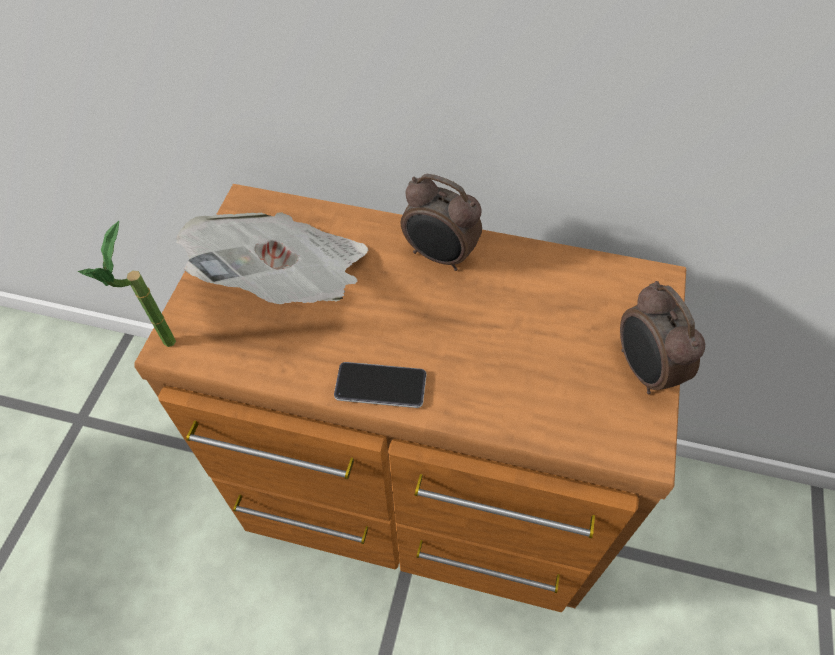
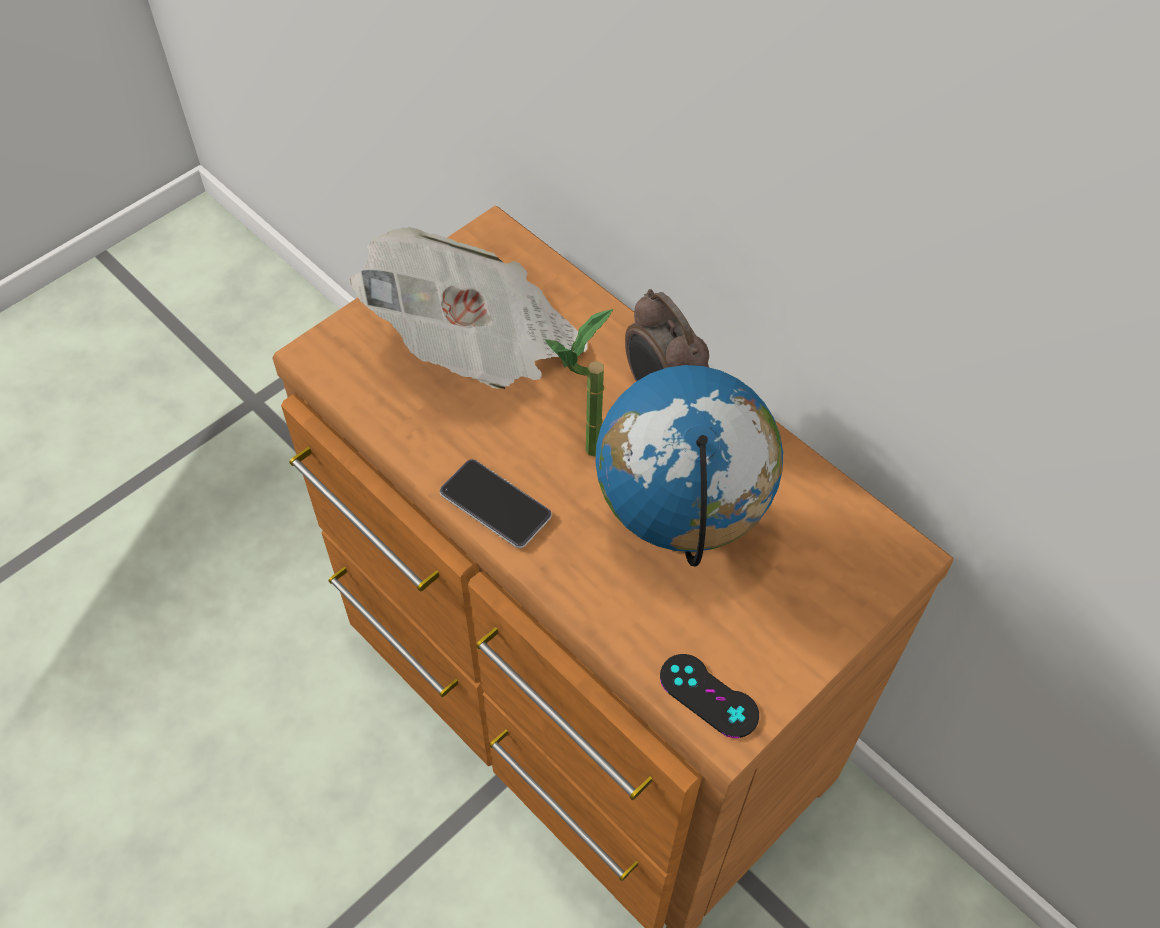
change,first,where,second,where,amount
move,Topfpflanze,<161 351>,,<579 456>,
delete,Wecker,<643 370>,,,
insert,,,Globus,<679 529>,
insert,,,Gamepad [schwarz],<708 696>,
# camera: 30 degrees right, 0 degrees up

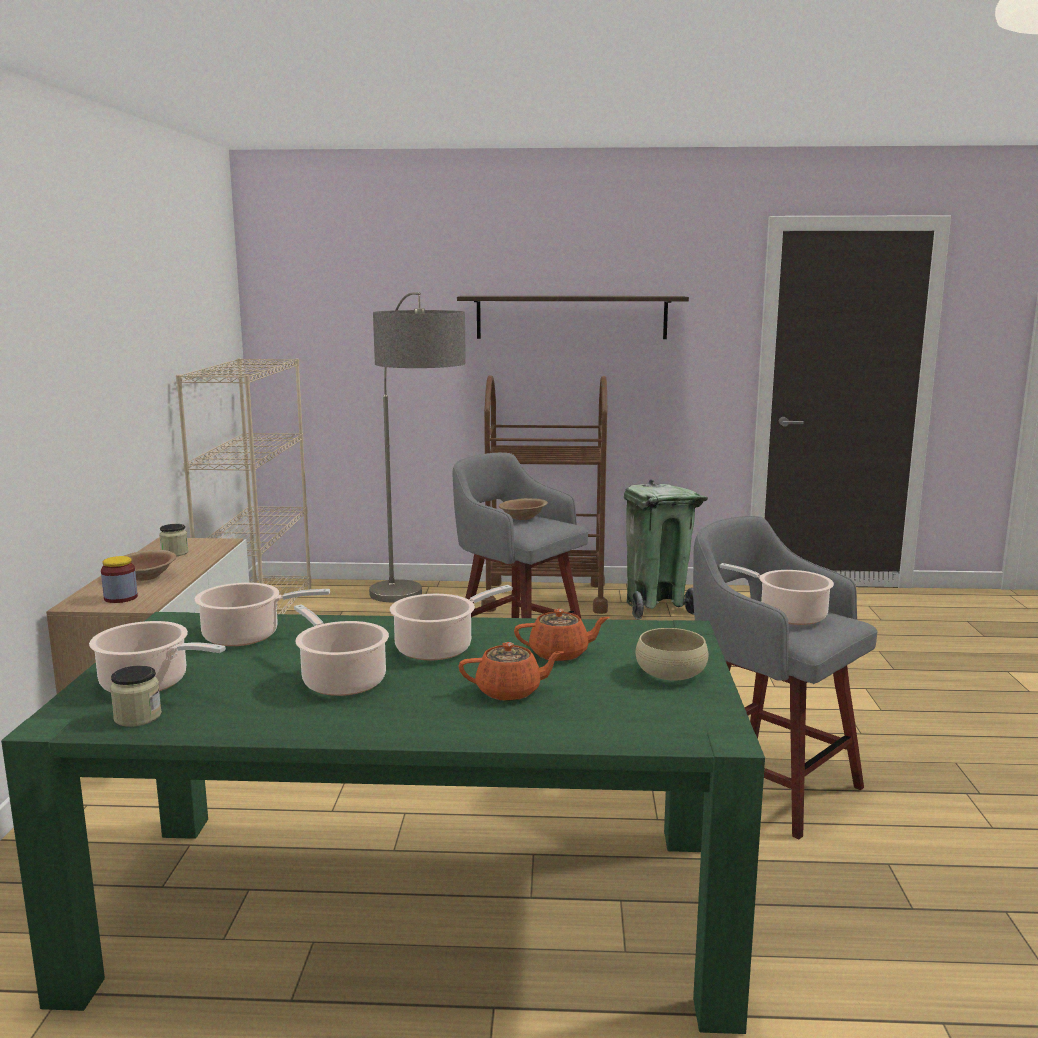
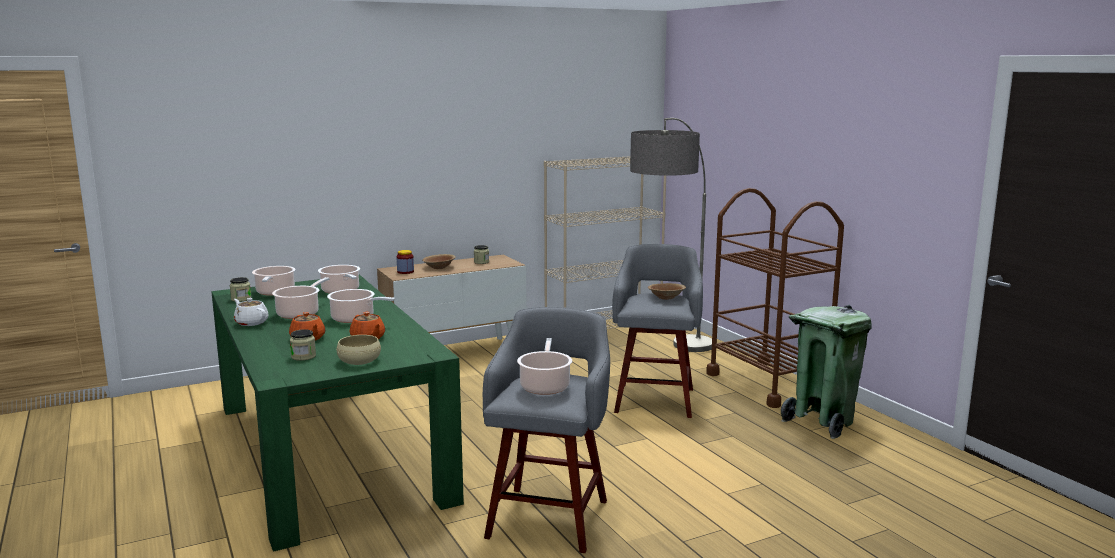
change,first,where,second,where,amount
delete,Wandregal,<571 317>,,,
insert,,,Teekanne [weiß],<251 323>,
insert,,,Vorratsglas,<303 356>,
# camera: 60 degrees right, 0 degrees up

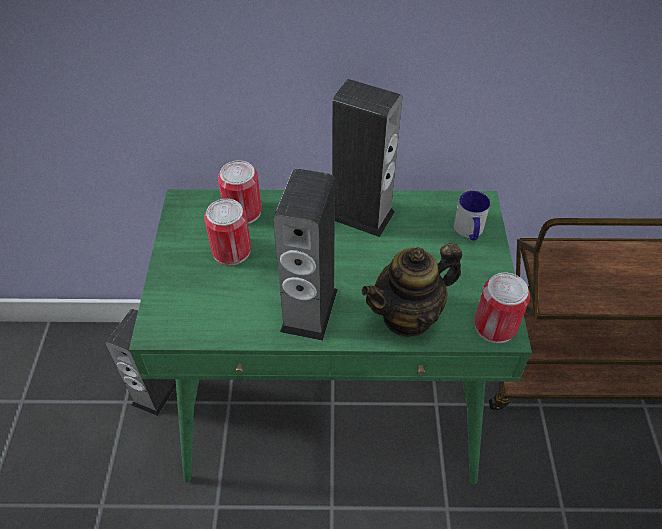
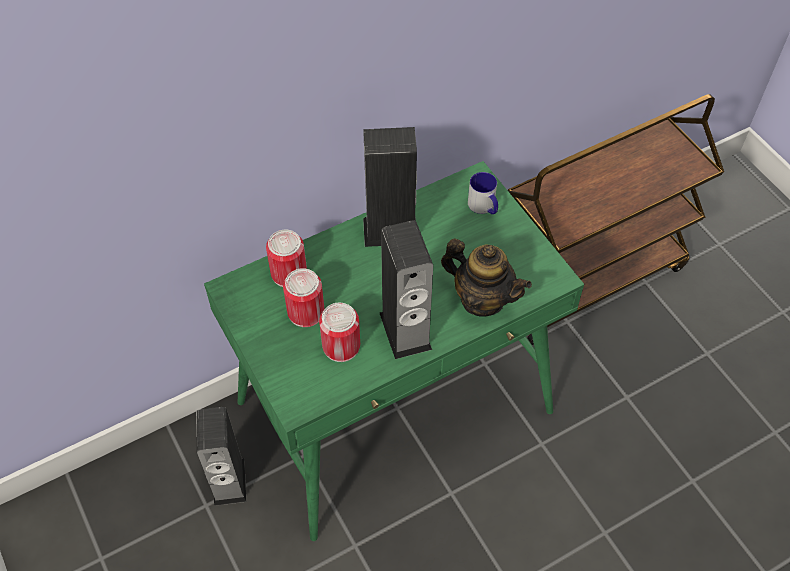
change,first,where,second,where,amount
rotate,Teekanne,<408 316>,,<482 299>,90 degrees counterclockwise
move,Dose,<495 325>,,<341 346>,
# camera: 30 degrees left, 5 degrees up

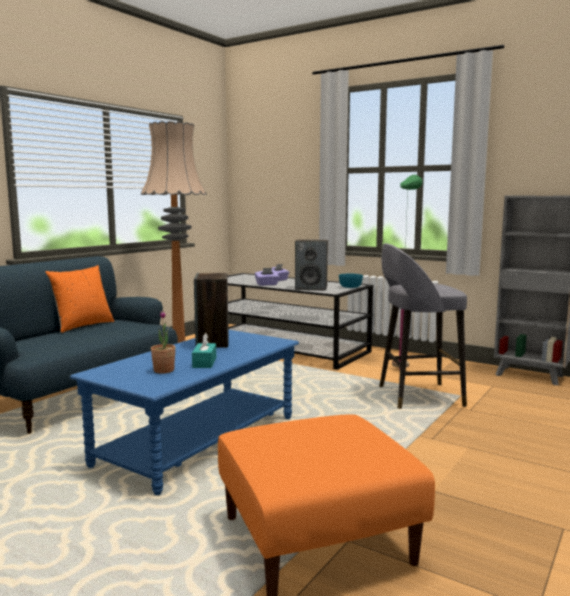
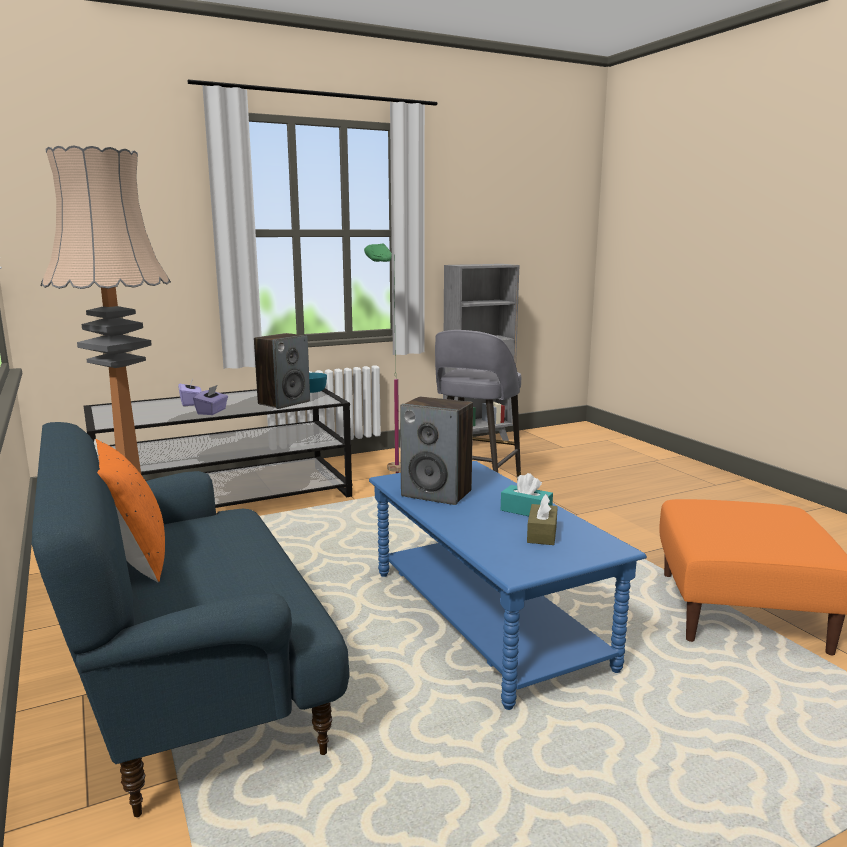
change,first,where,second,where,amount
replace,Topfpflanze,<164 370>,Taschentuchbox [braun],<542 534>,
# camera: 60 degrees left, 5 degrees up

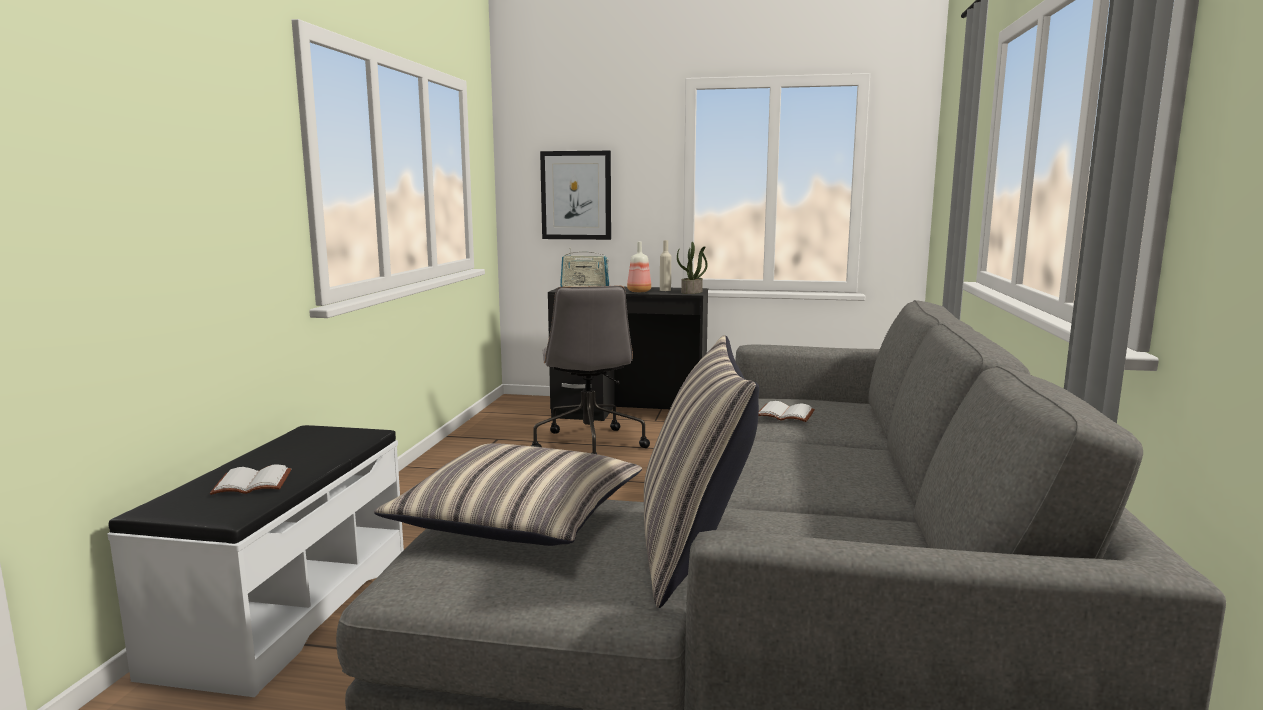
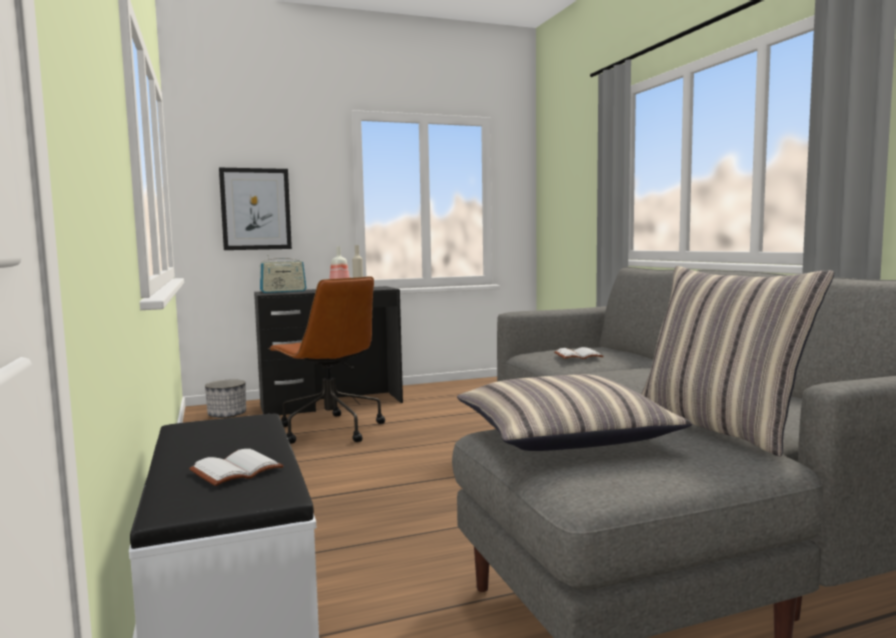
change,first,where,second,where,amount
delete,Topfpflanze,<692 292>,,,
recolor,Bürostuhl [grau],<588 444>,Bürostuhl [braun],<329 429>,
insert,,,Pflanzkübel,<227 415>,
# camera: 30 degrees left, 5 degrees down

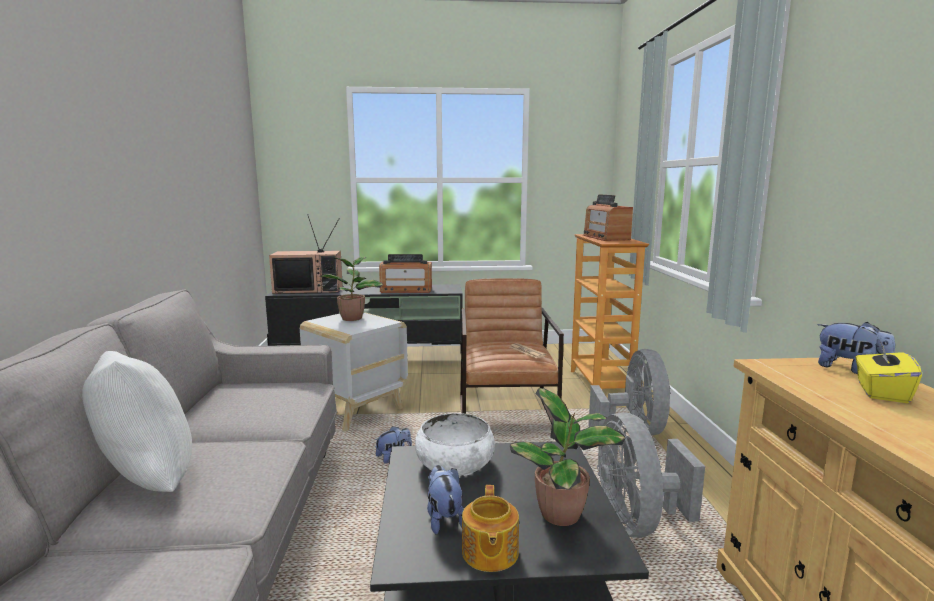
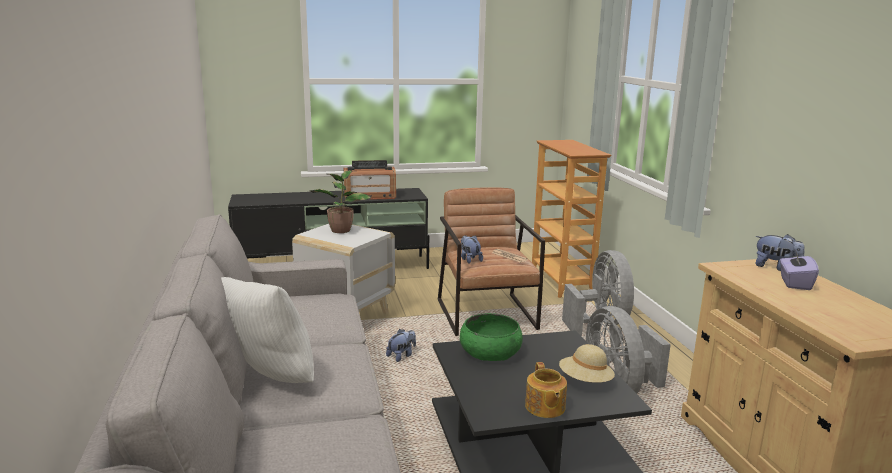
change,first,where,second,where,amount
delete,Radio,<605 237>,,,
delete,Fernseher,<309 290>,,,
recolor,Taschentuchbox [gelb],<881 392>,Taschentuchbox [lila],<794 283>,
replace,Topfpflanze,<563 515>,Hut [beige],<585 381>,
recolor,Schüssel [weiß],<455 462>,Schüssel [grün],<490 352>,
move,Plüschtier,<444 519>,,<469 260>,
# camera: 10 degrees left, 5 degrees up

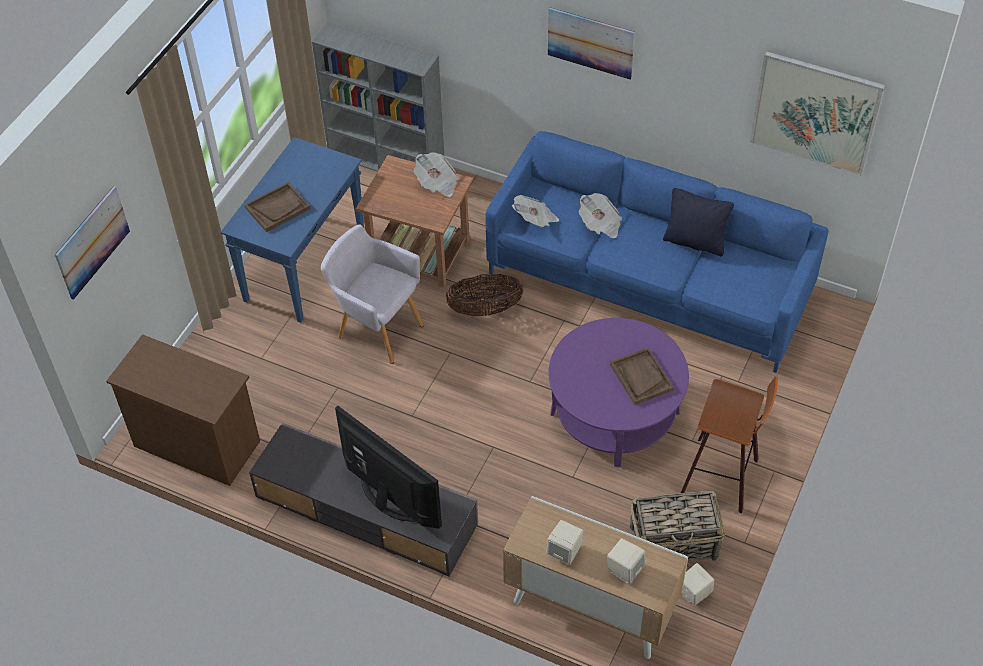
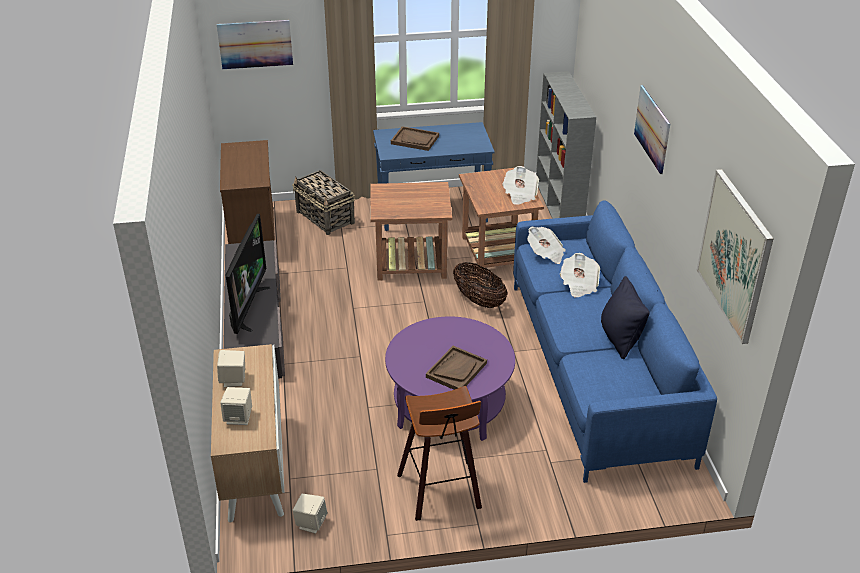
change,first,where,second,where,amount
replace,Sessel [grau],<377 328>,Beistelltisch [braun],<412 262>,
move,Korb,<674 542>,,<325 218>,
# camera: 55 degrees right, 15 degrees down

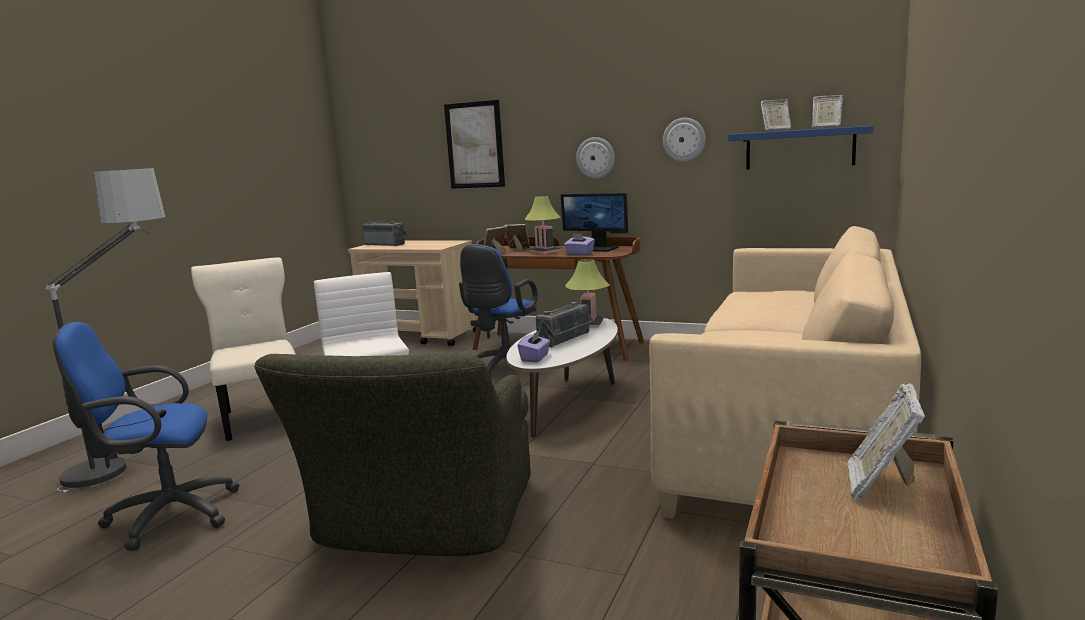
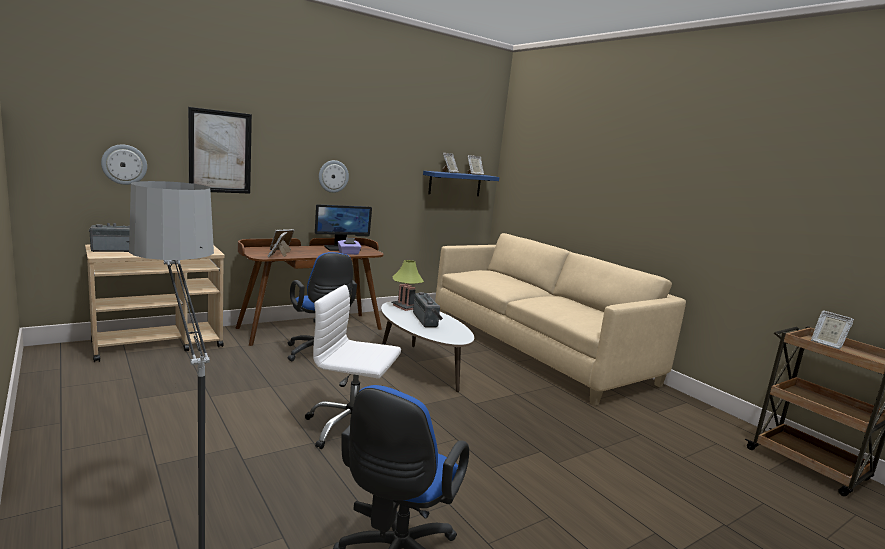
change,first,where,second,where,amount
move,Wanduhr,<684 139>,,<124 164>,
delete,Tischlampe,<544 251>,,,
delete,Stuhl [beige],<263 417>,,,
delete,Taschentuchbox [lila],<535 358>,,,
delete,Sessel [grün],<420 523>,,,
# camera: 60 degrees left, 0 degrees up

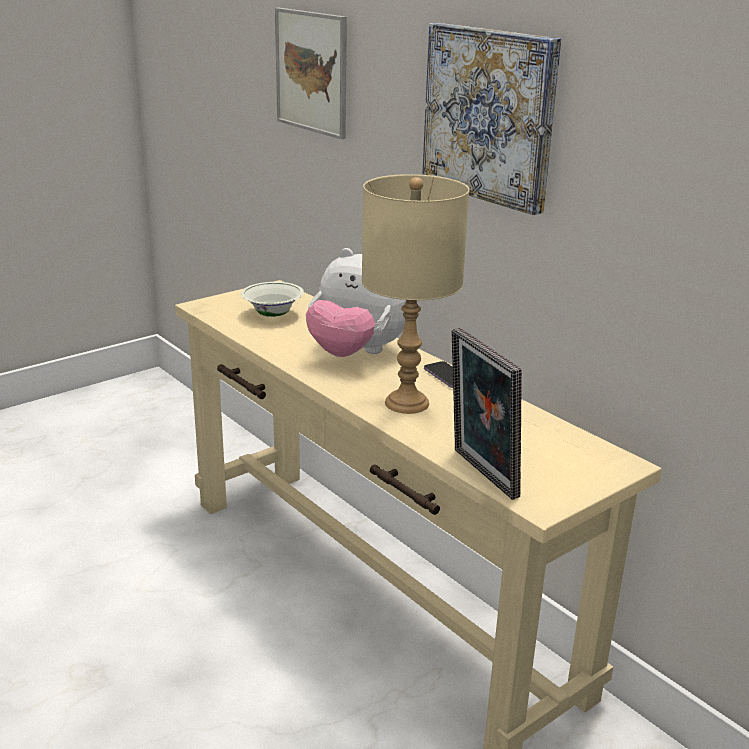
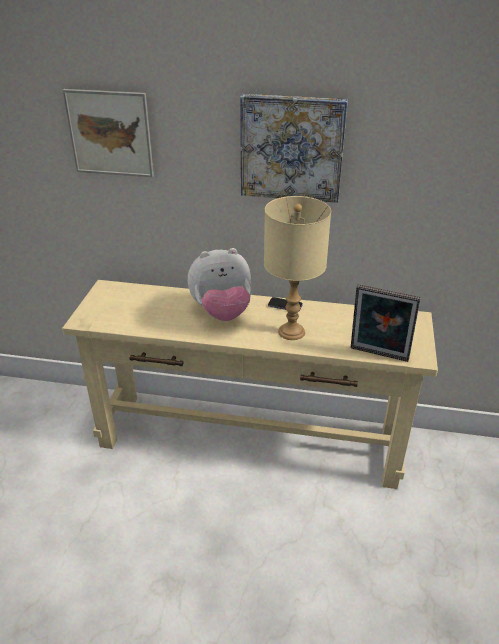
change,first,where,second,where,amount
delete,Schüssel [weiß],<273 315>,,,
# camera: 40 degrees left, 10 degrees up

